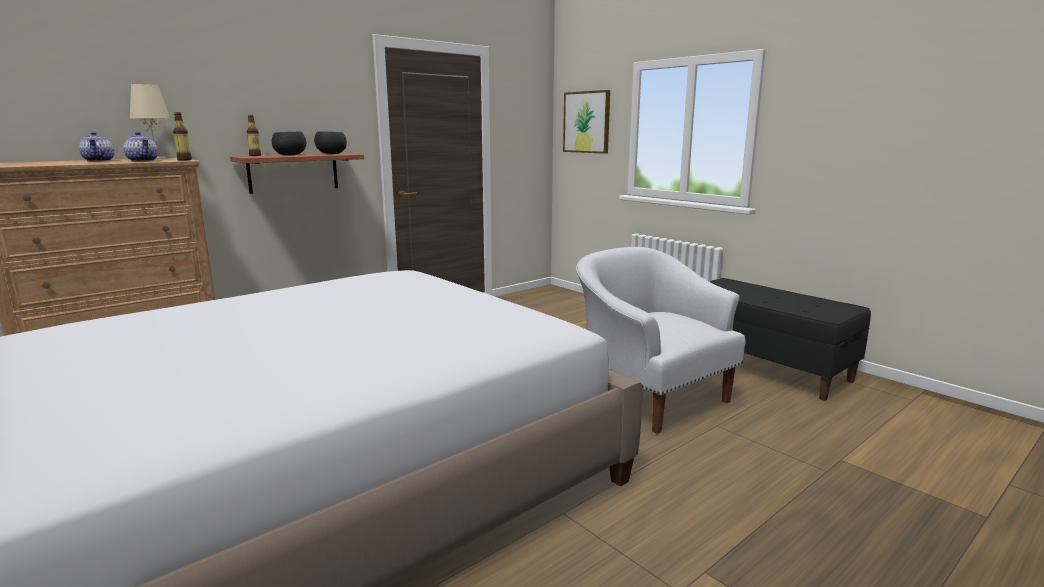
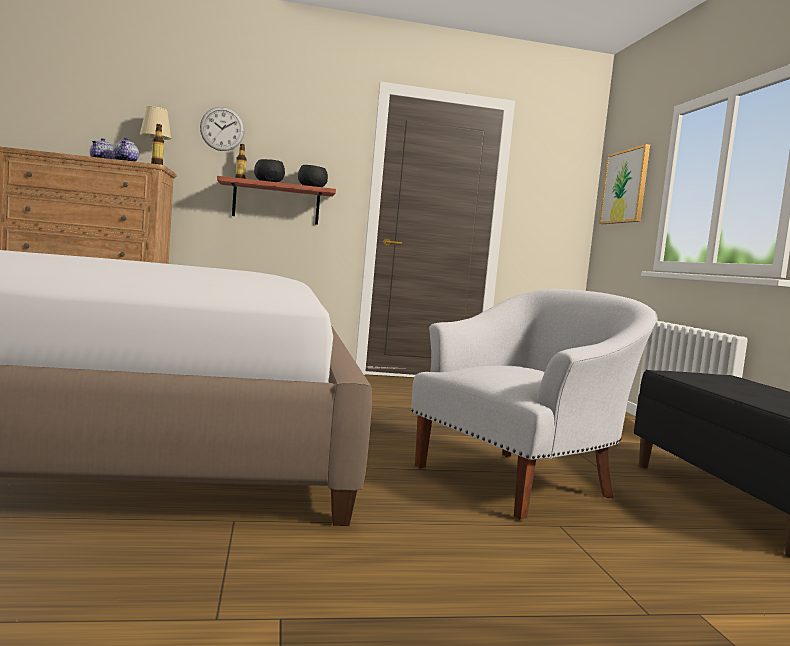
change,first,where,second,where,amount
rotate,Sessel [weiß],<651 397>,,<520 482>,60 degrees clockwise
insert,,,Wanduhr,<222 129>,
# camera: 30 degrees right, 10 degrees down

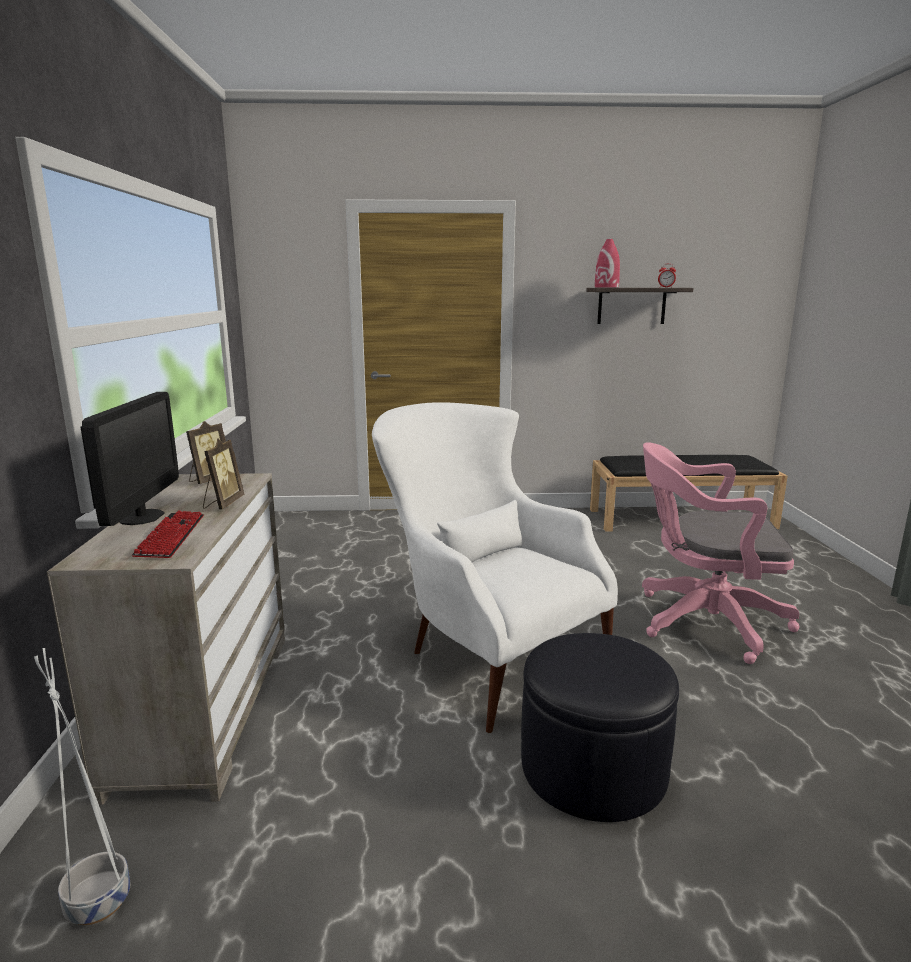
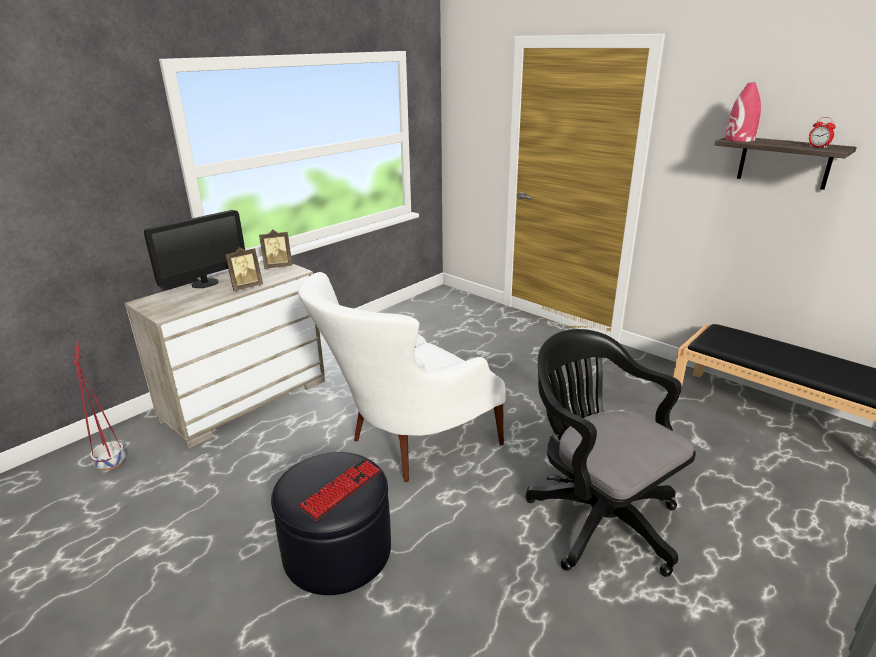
change,first,where,second,where,amount
rotate,Sessel [weiß],<483 651>,,<406 445>,135 degrees counterclockwise
recolor,Bürostuhl [rosa],<702 621>,Bürostuhl [schwarz],<596 516>,
move,Tastatur,<171 536>,,<341 490>,
recolor,Pflanzkübel [weiß],<97 901>,Pflanzkübel [rot],<111 462>,
# camera: 45 degrees right, 10 degrees up

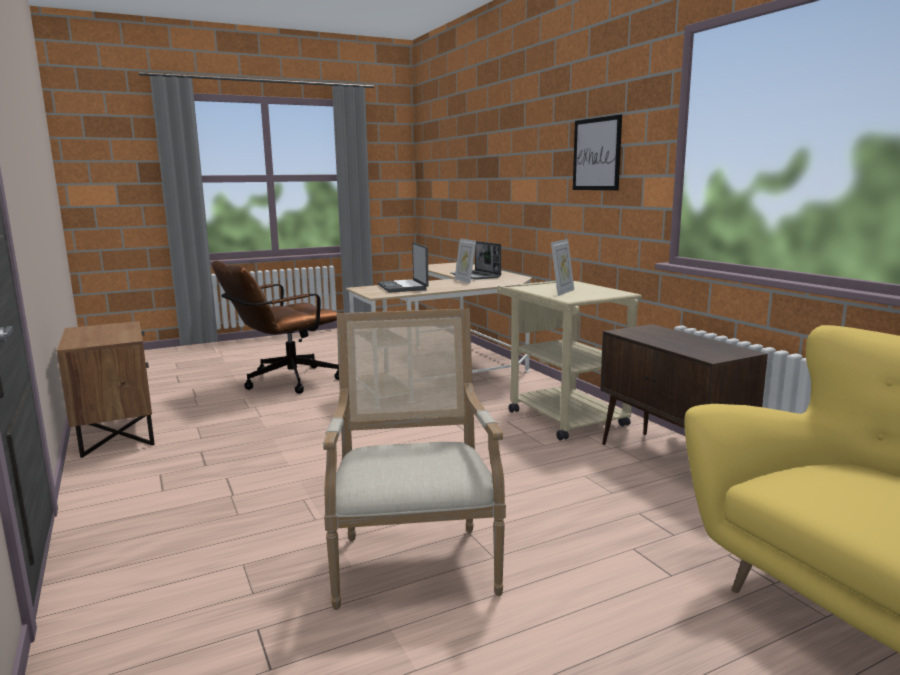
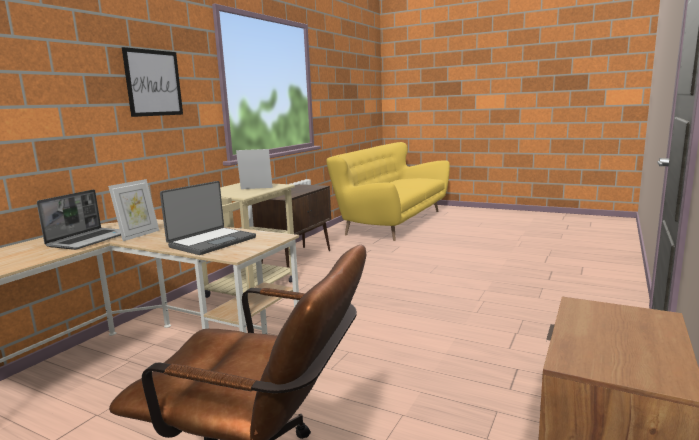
change,first,where,second,where,amount
delete,Sessel,<414 561>,,,
# camera: 125 degrees left, 0 degrees up

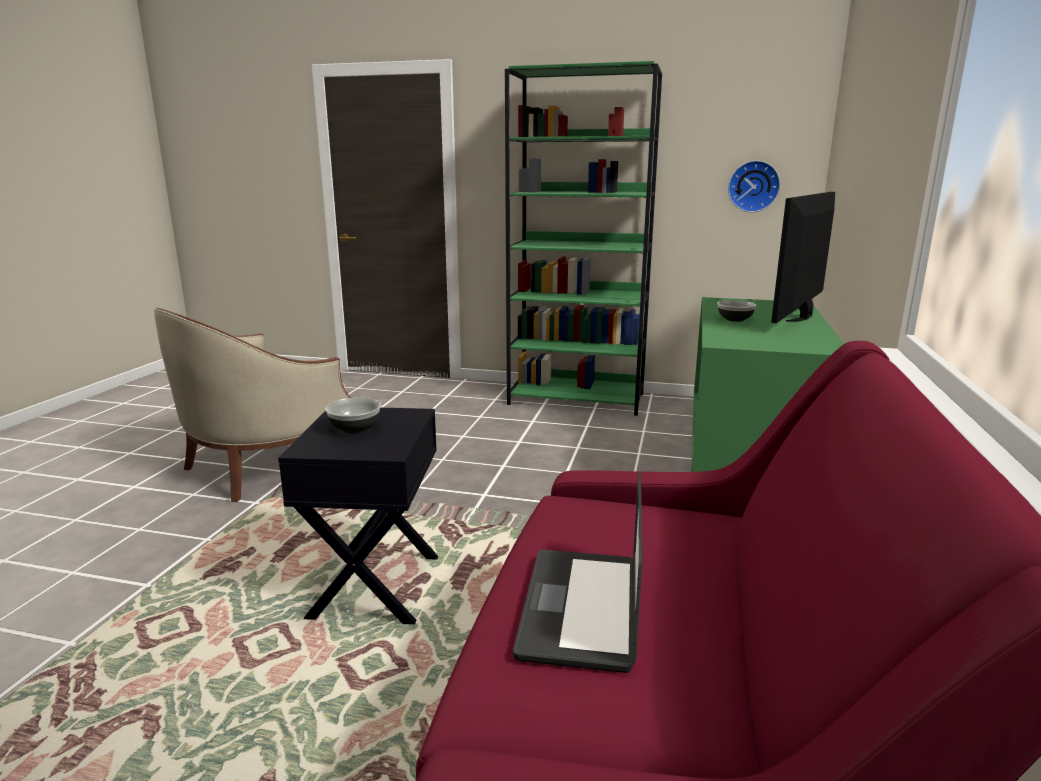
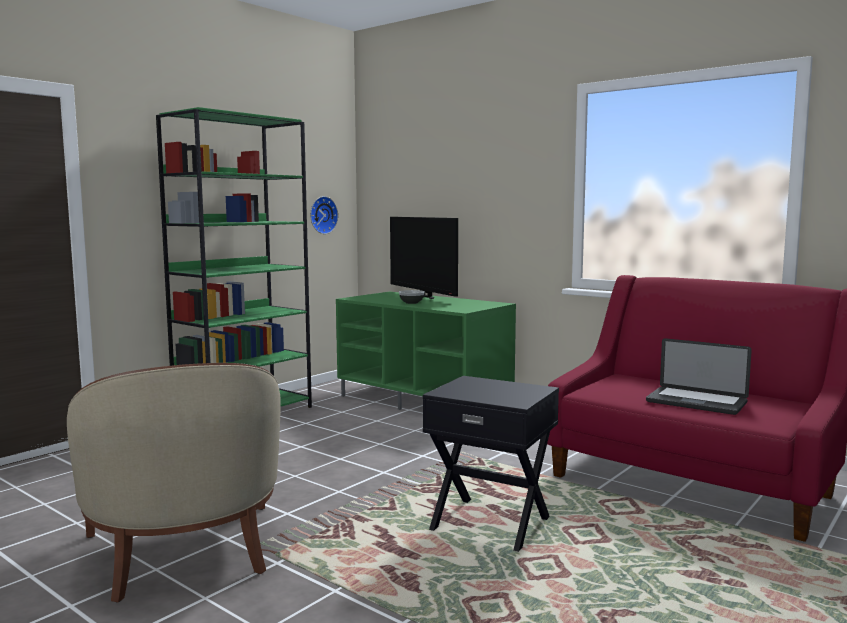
change,first,where,second,where,amount
delete,Schüssel,<355 428>,,,
# camera: 65 degrees left, 10 degrees down

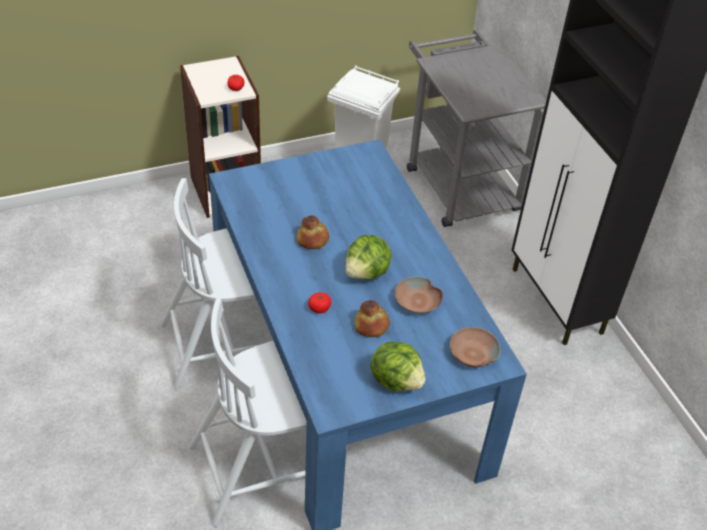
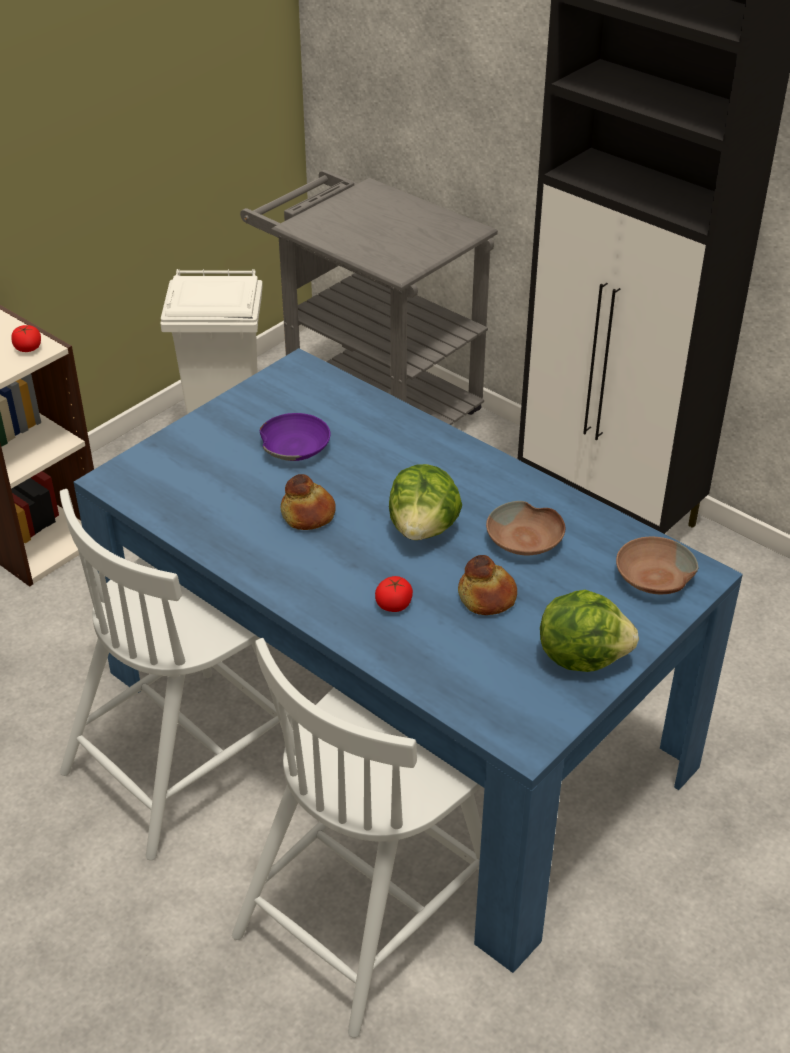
change,first,where,second,where,amount
insert,,,Schüssel [lila],<295 446>,
# camera: 25 degrees left, 5 degrees down

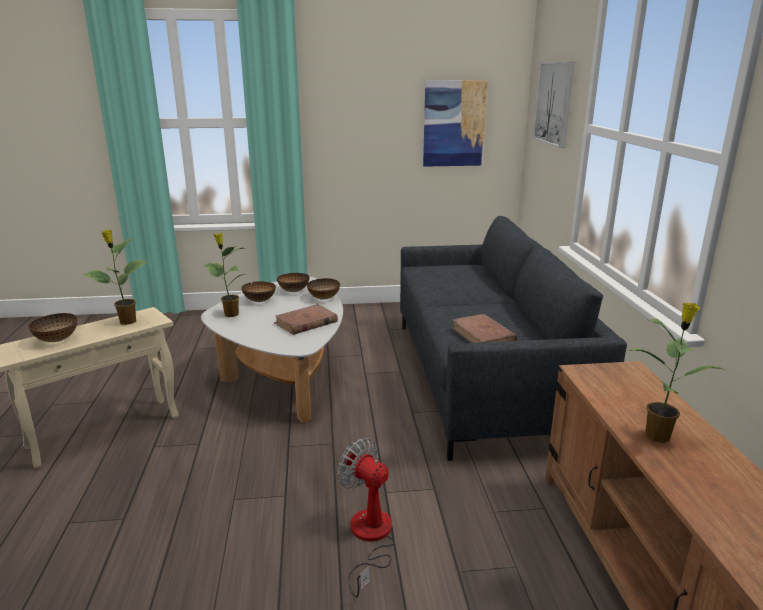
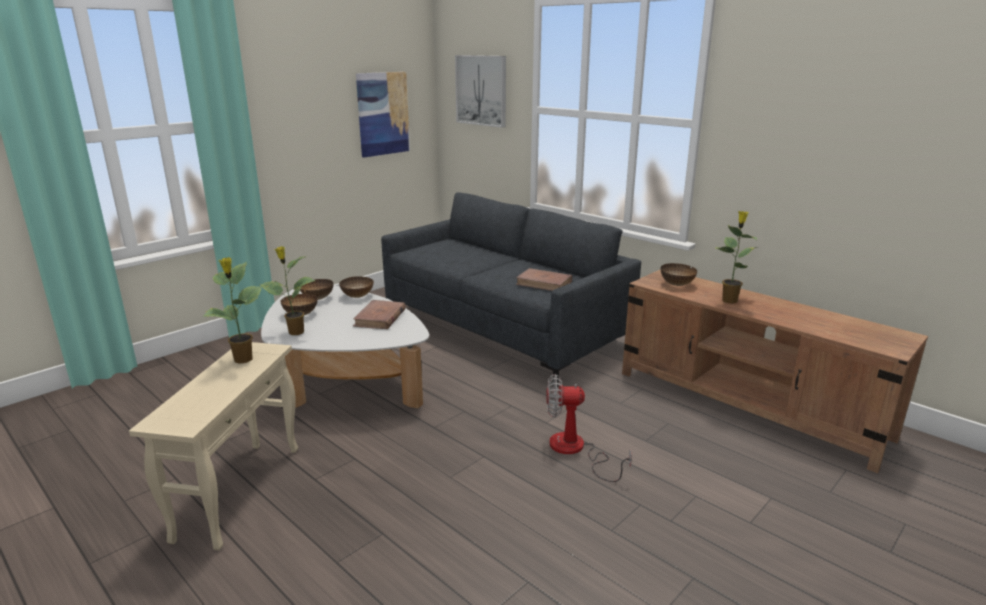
change,first,where,second,where,amount
move,Schüssel,<56 340>,,<677 285>,
# camera: 40 degrees left, 0 degrees up

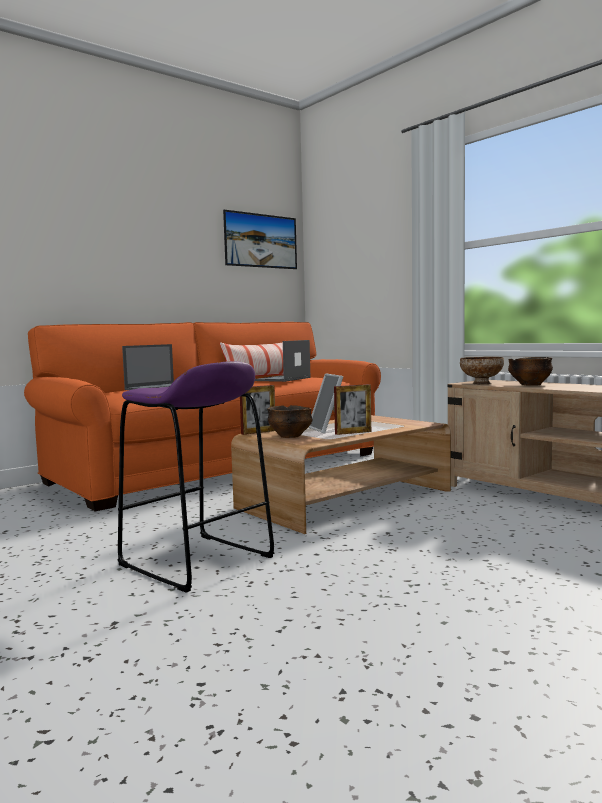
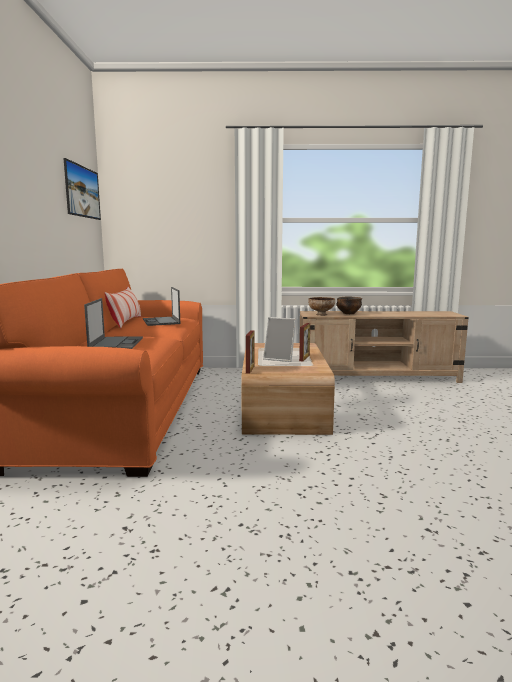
change,first,where,second,where,amount
delete,Hocker [lila],<196 561>,,,
delete,Schüssel,<290 436>,,,
# camera: 50 degrees left, 5 degrees up

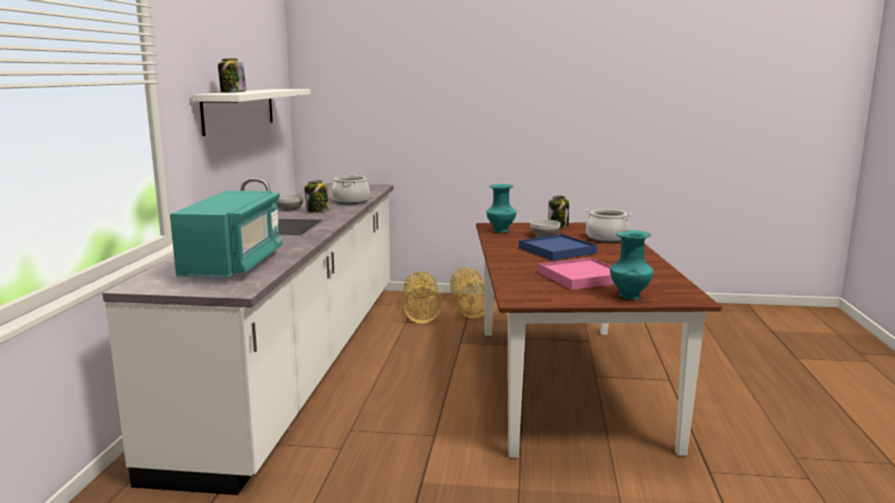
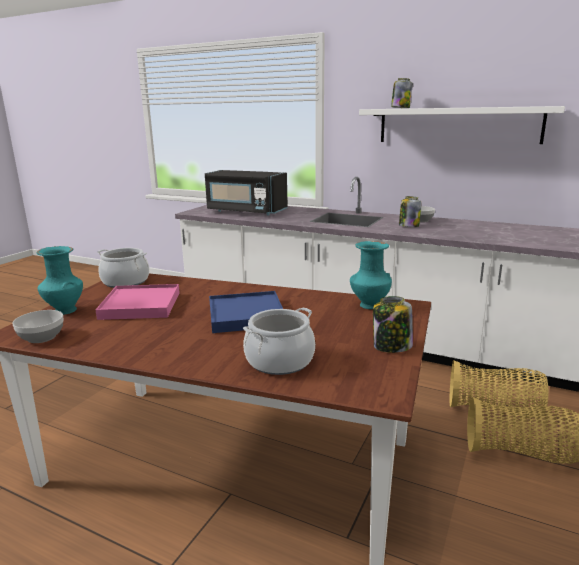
change,first,where,second,where,amount
move,Kochtopf,<351 201>,,<125 282>,
recolor,Mikrowelle [türkis],<233 264>,Mikrowelle [schwarz],<245 211>,
move,Schüssel,<544 236>,,<42 337>,
# camera: 110 degrees right, 5 degrees up

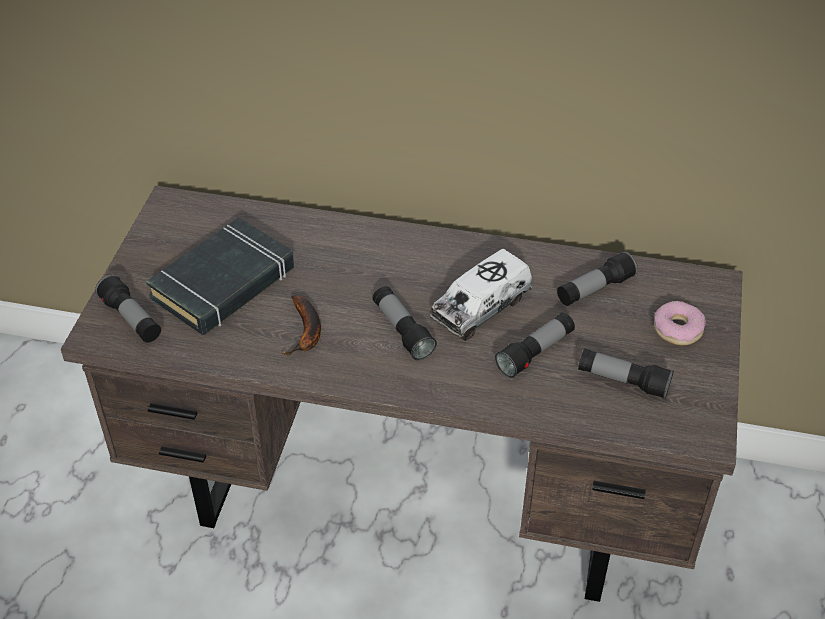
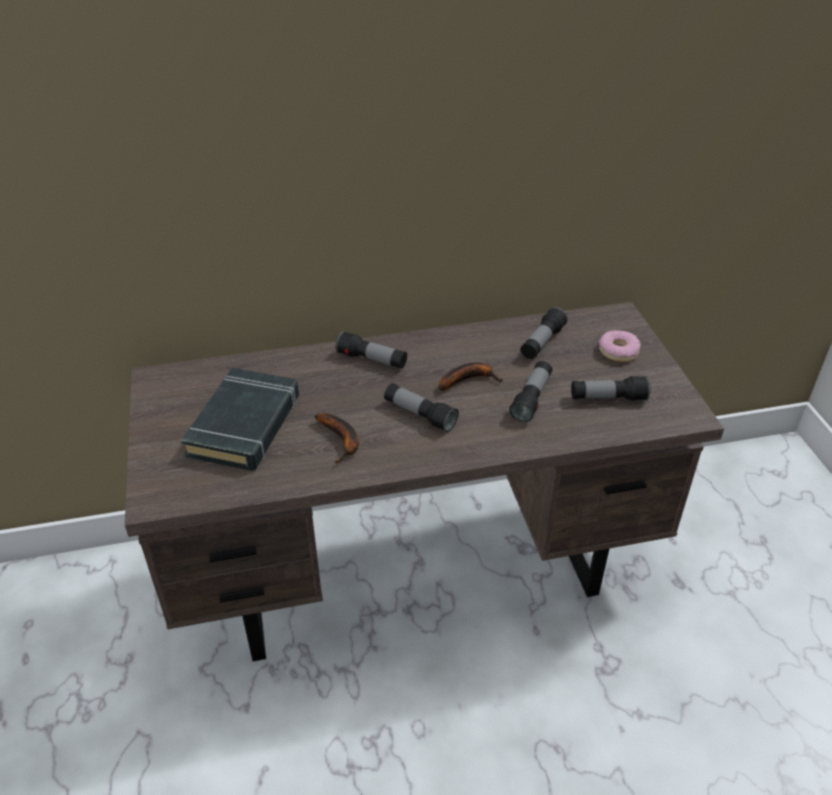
change,first,where,second,where,amount
replace,Spielzeuglaster,<481 307>,Banane,<468 380>,
move,Taschenlampe,<131 319>,,<372 360>,
# camera: 25 degrees left, 5 degrees down

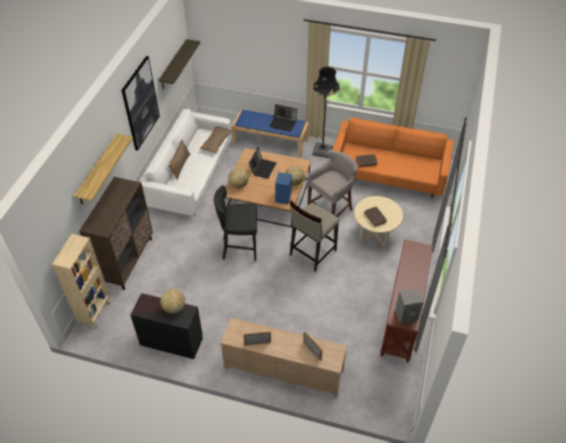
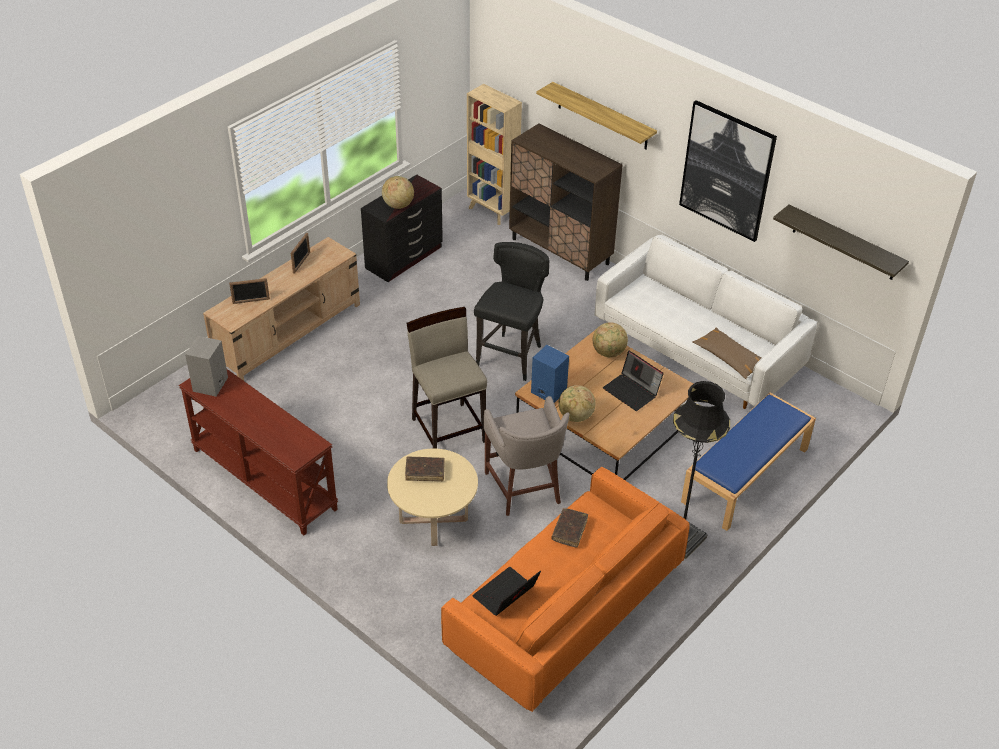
change,first,where,second,where,amount
move,Laptop,<283 123>,,<505 595>,
delete,Kissen [braun],<180 166>,,,
# camera: 115 degrees right, 5 degrees down

